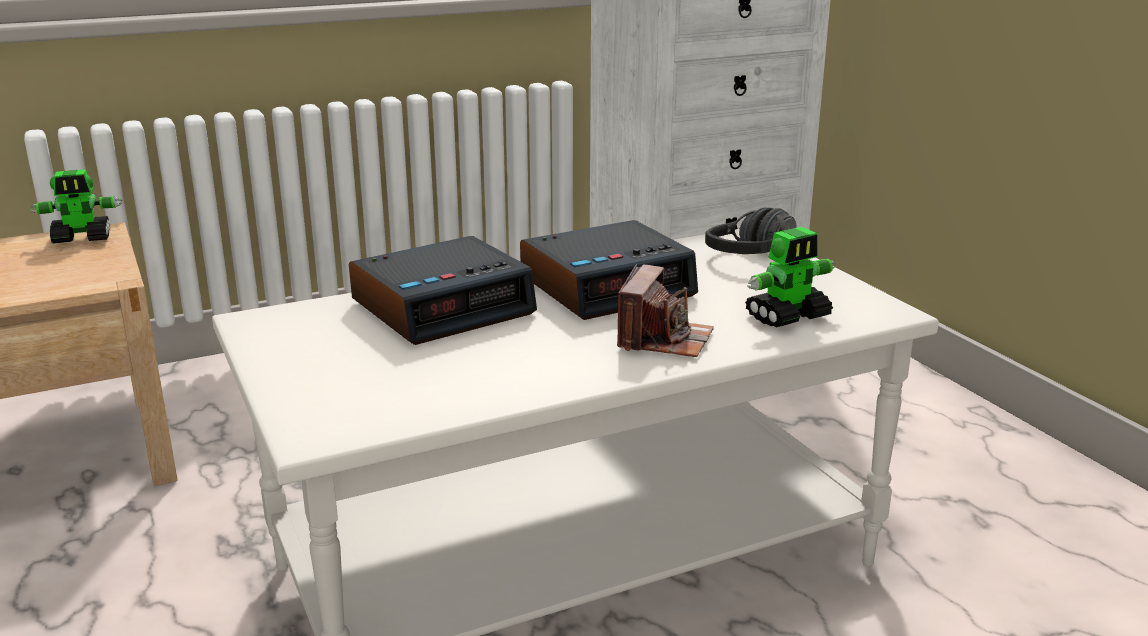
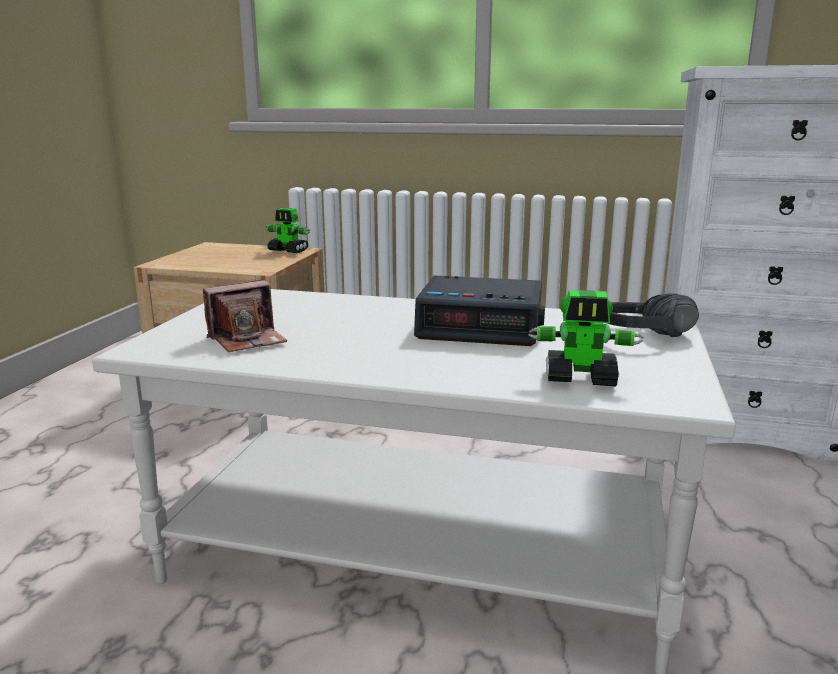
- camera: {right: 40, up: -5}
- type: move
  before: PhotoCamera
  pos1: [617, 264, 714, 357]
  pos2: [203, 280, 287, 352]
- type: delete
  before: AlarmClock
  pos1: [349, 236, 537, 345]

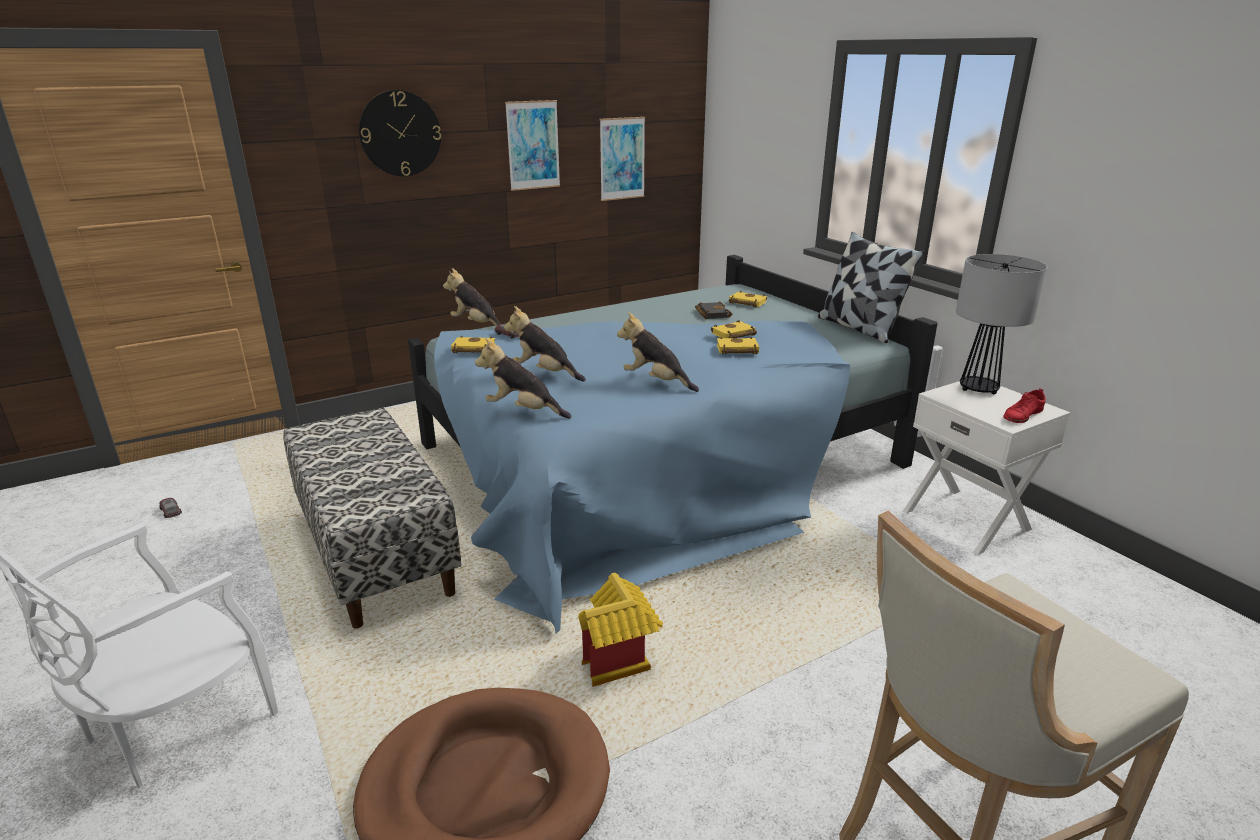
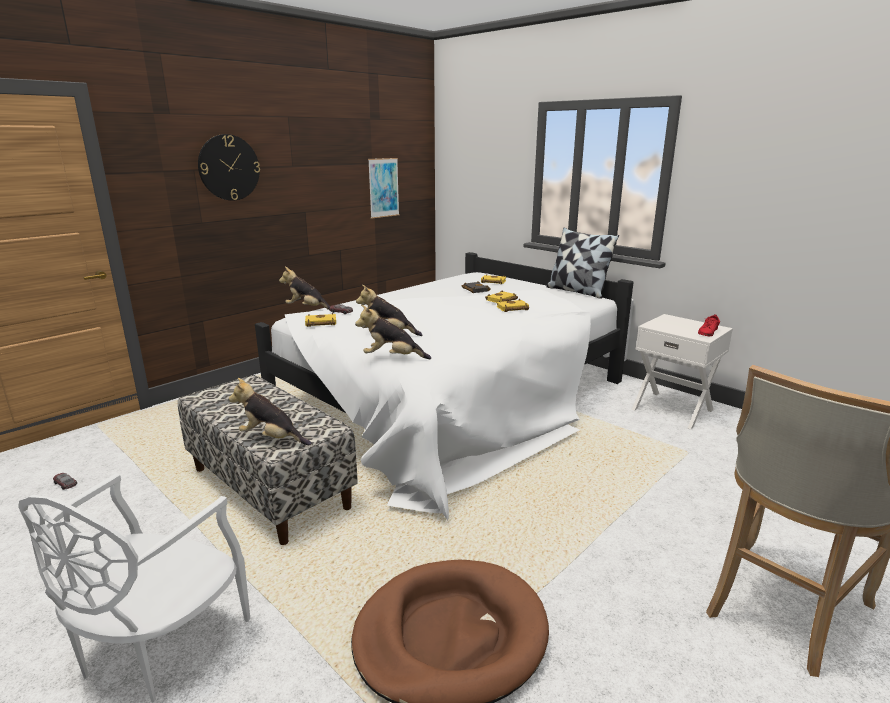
- camera: {right: -15, up: -5}
- type: move
  before: PlushToy
  pos1: [617, 312, 699, 392]
  pos2: [229, 378, 311, 445]
- type: recolor
  before: BlueBed
  after: WhiteBed
  pos1: [408, 255, 938, 633]
  pos2: [255, 252, 634, 520]
- type: delete
  before: Picture
  pos1: [505, 100, 560, 191]
- type: delete
  before: ToyHouse
  pos1: [578, 573, 663, 687]
- type: delete
  before: TableLamp
  pos1: [956, 254, 1047, 394]

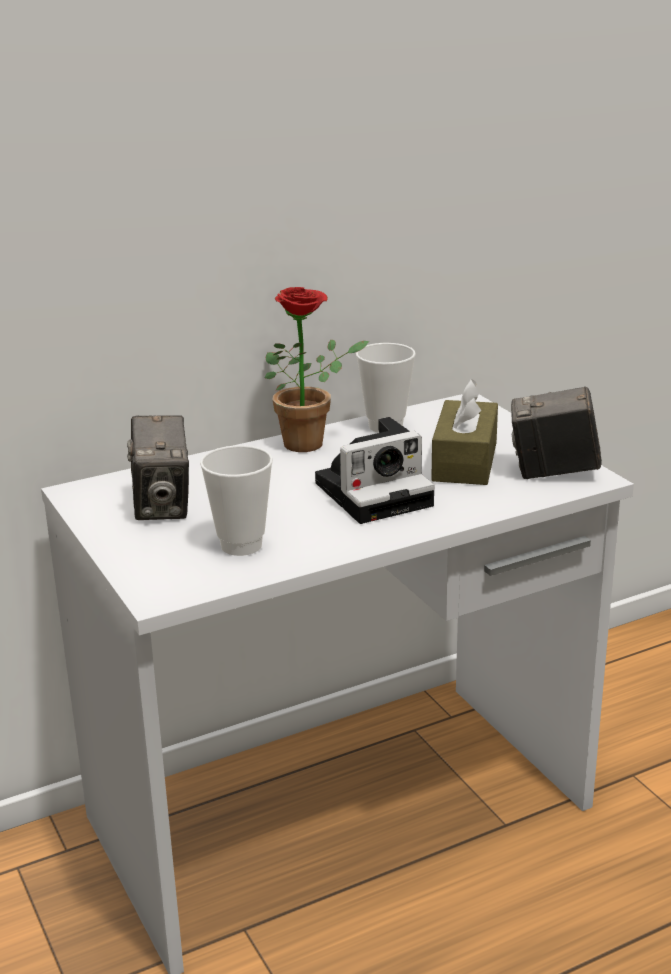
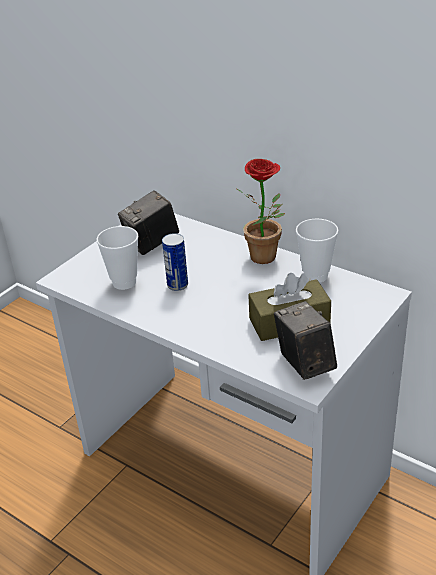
- camera: {right: 65, up: 10}
- type: insert
  after: Can
  pos2: [162, 233, 188, 291]
- type: delete
  before: PhotoCamera
  pos1: [315, 417, 435, 524]

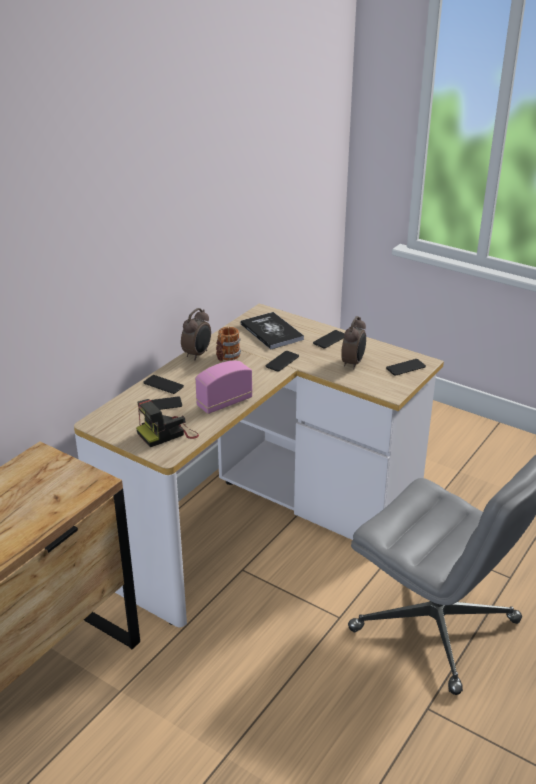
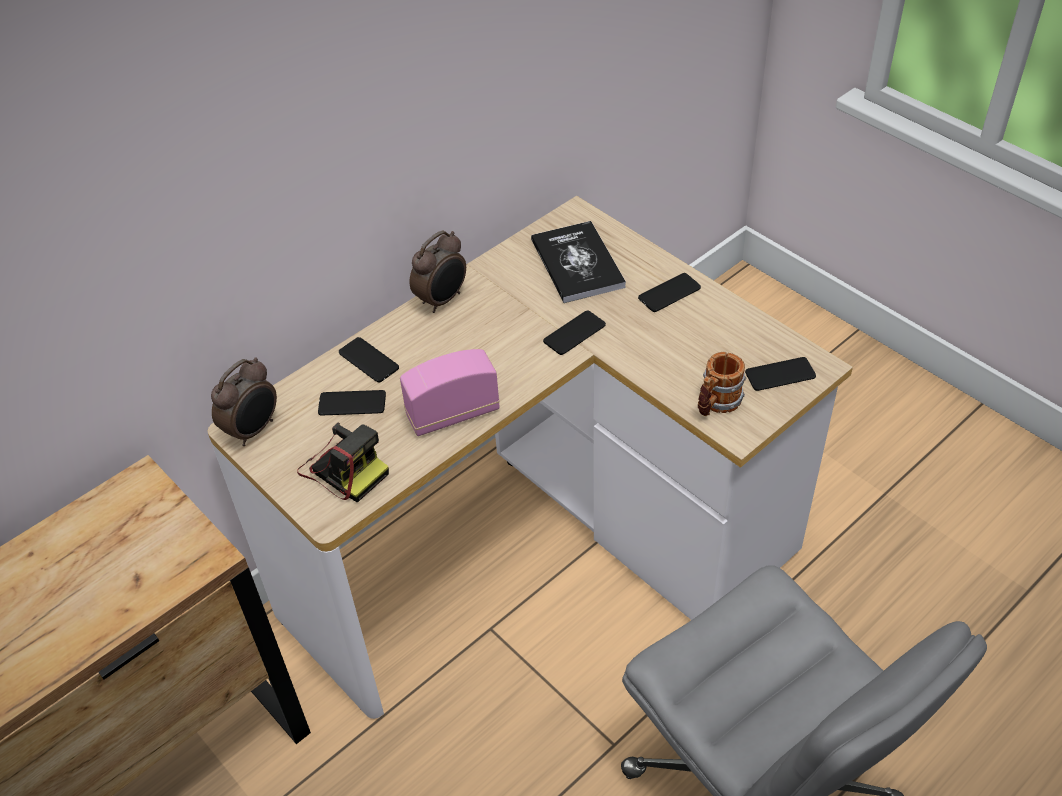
- camera: {right: 15, up: 15}
- type: move
  before: AlarmClock
  pos1: [341, 316, 366, 370]
  pos2: [211, 358, 277, 446]
- type: rotate
  before: PhotoCamera
  pos1: [136, 399, 199, 447]
  pos2: [297, 422, 389, 503]
  turn: -120
- type: move
  before: Mug
  pos1: [216, 327, 241, 362]
  pos2: [698, 352, 746, 416]

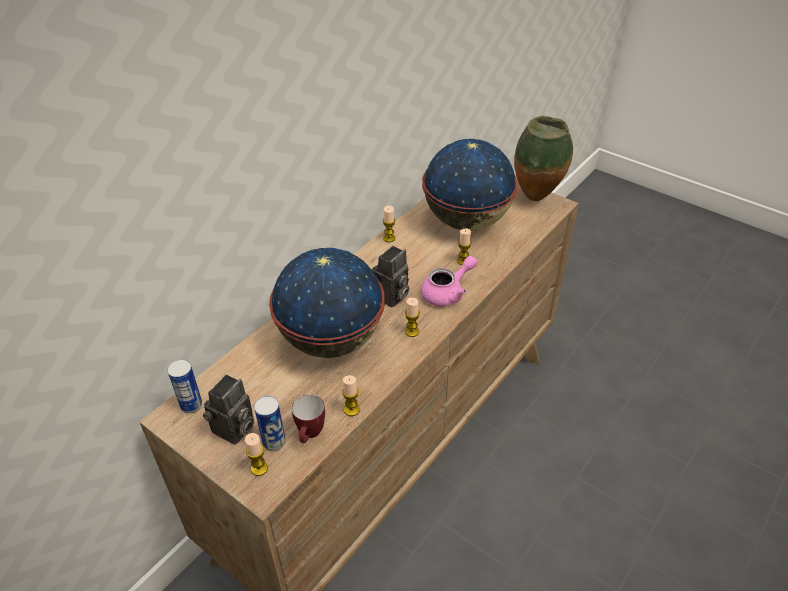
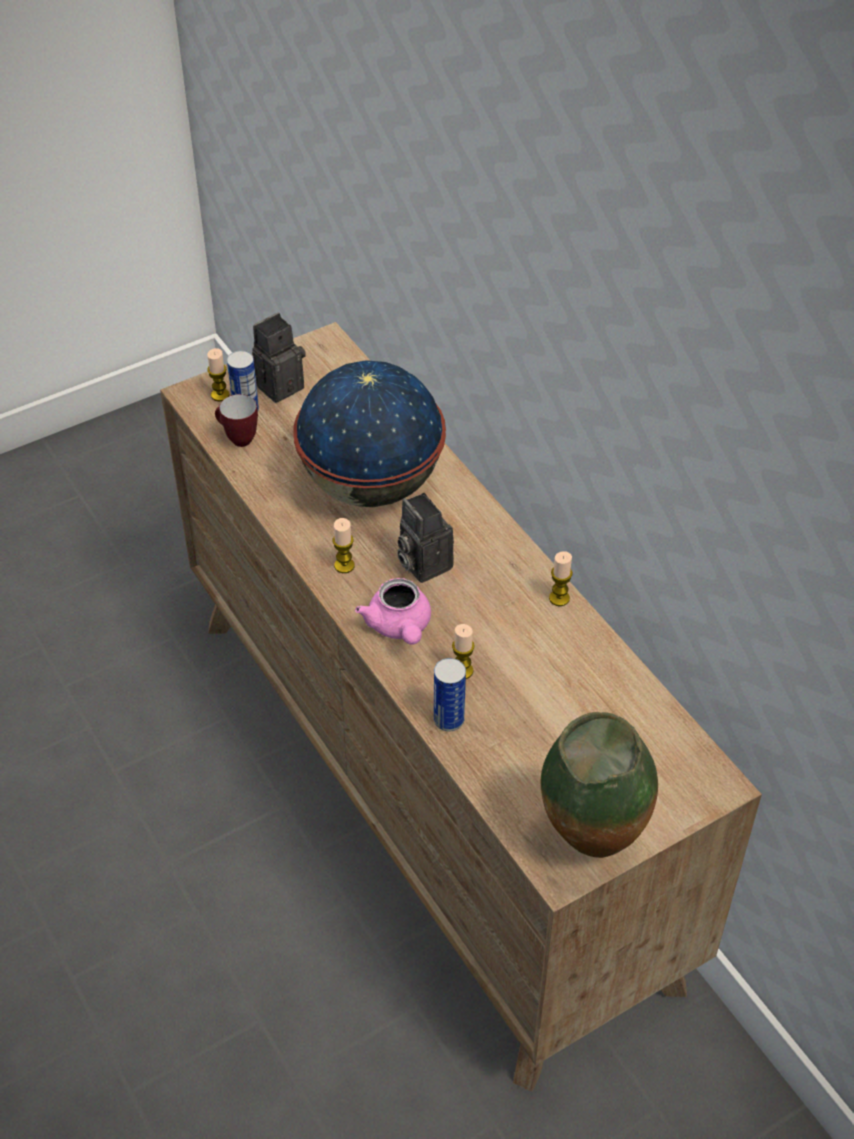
- camera: {right: 110, up: 5}
- type: rotate
  before: PhotoCamera
  pos1: [203, 374, 254, 445]
  pos2: [252, 313, 306, 403]
  turn: 90
- type: move
  before: Can
  pos1: [167, 359, 202, 413]
  pos2: [434, 658, 466, 731]
- type: delete
  before: Candle
  pos1: [342, 375, 360, 416]
- type: delete
  before: Globe
  pos1: [422, 139, 518, 231]

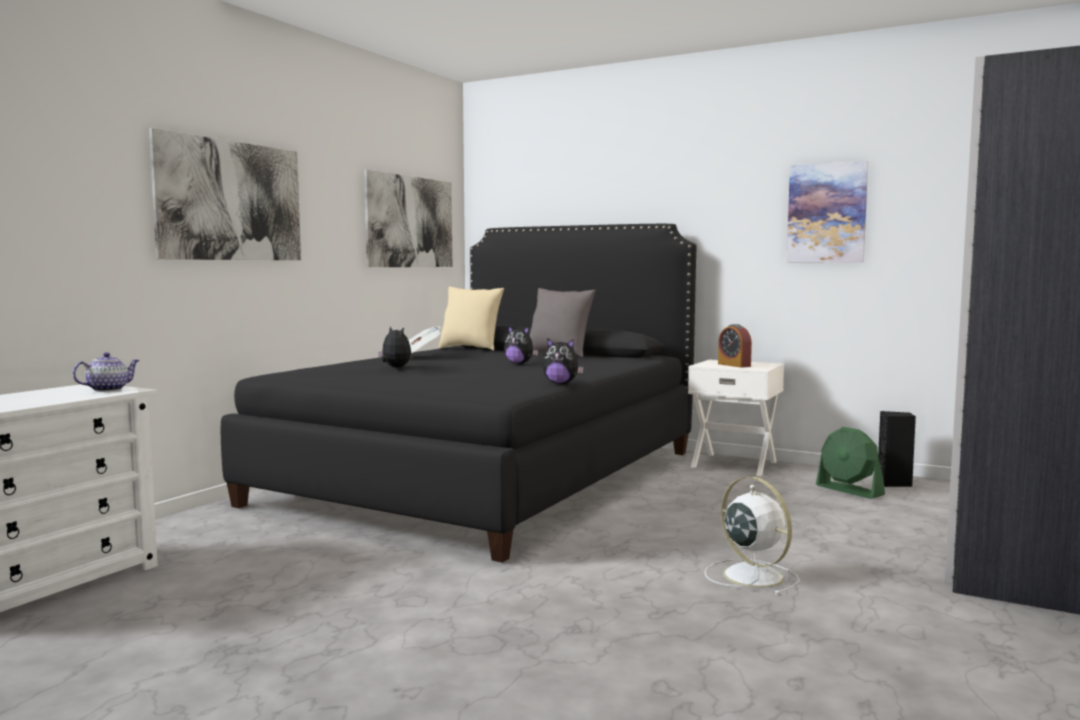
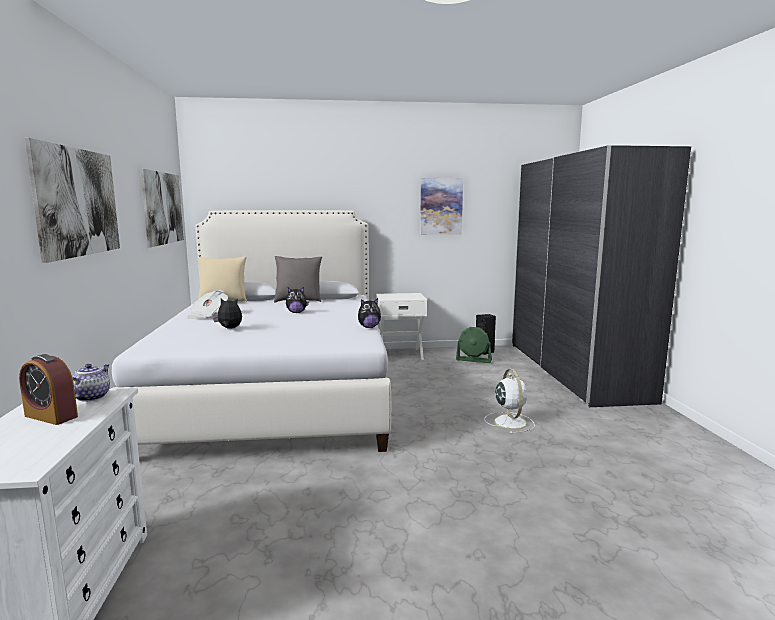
- camera: {right: -35, up: 5}
- type: move
  before: AlarmClock
  pos1: [718, 324, 752, 368]
  pos2: [19, 354, 78, 425]
- type: recolor
  before: BlackBed
  after: WhiteBed
  pos1: [221, 224, 696, 563]
  pos2: [111, 210, 391, 452]
- type: rotate
  before: WhiteFan
  pos1: [704, 477, 800, 595]
  pos2: [485, 369, 535, 434]
  turn: 60

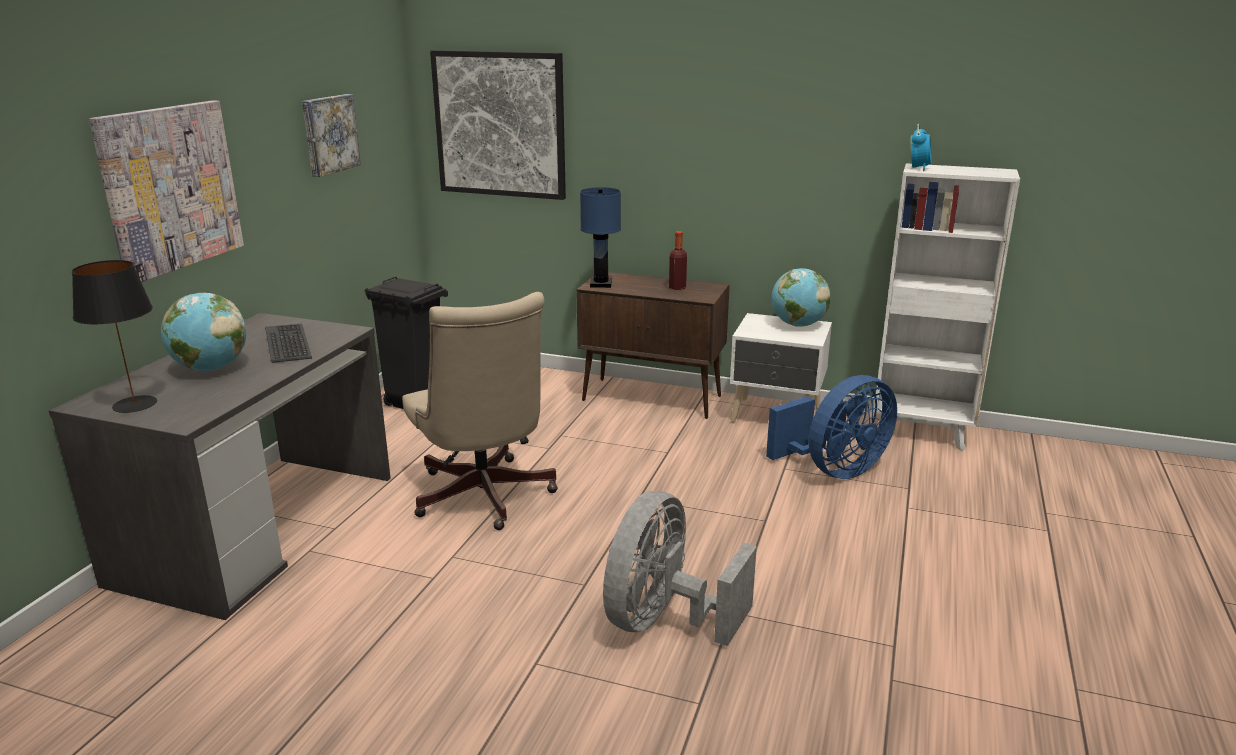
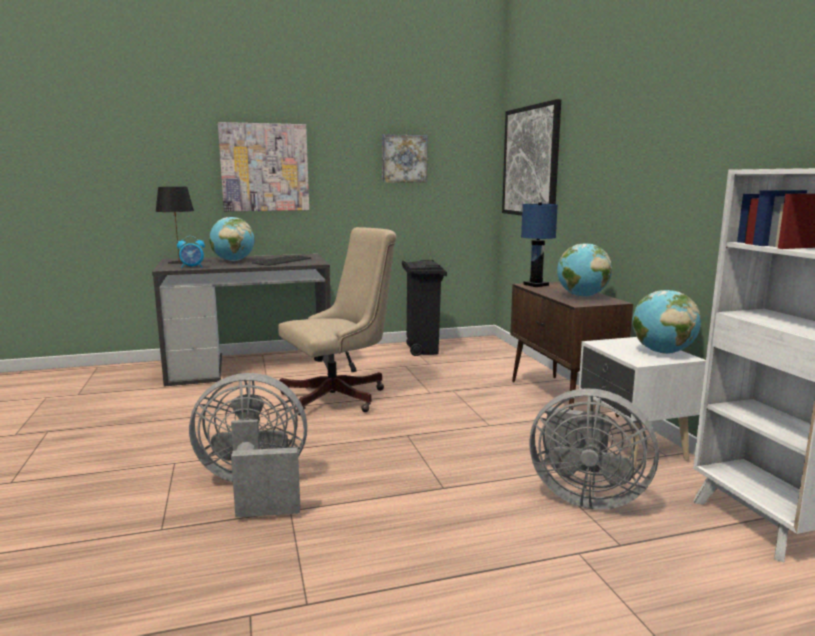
- camera: {right: 55, up: -10}
- type: move
  before: AlarmClock
  pos1: [911, 124, 931, 171]
  pos2: [177, 236, 205, 268]
- type: rotate
  before: BeigeOfficeChair
  pos1: [402, 292, 558, 530]
  pos2: [278, 227, 397, 416]
  turn: -150
- type: recolor
  before: BlueFan
  after: GreyFan
  pos1: [766, 375, 897, 479]
  pos2: [529, 388, 659, 510]
- type: replace
  before: Bottle
  after: Globe
  pos1: [669, 231, 687, 290]
  pos2: [557, 243, 612, 297]

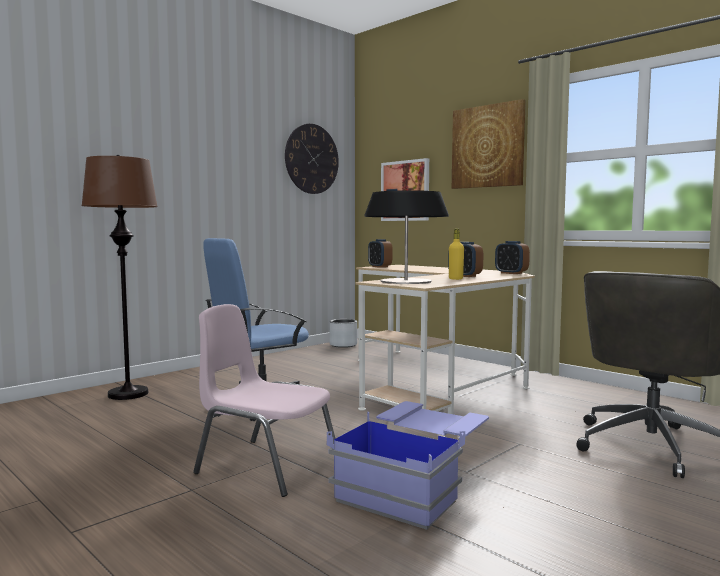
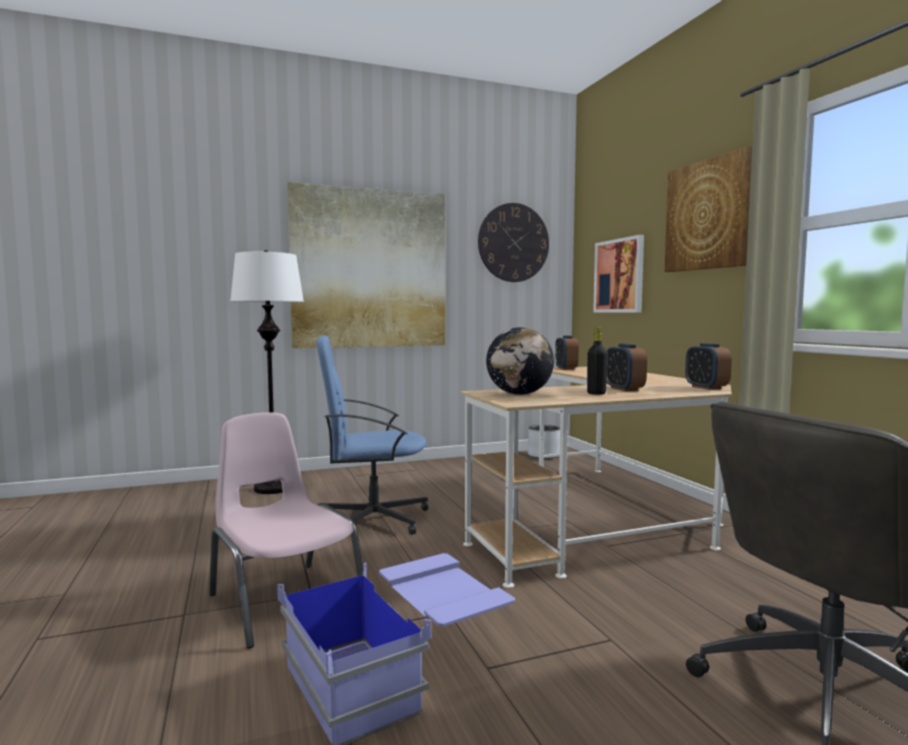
- camera: {right: 25, up: 0}
- type: recolor
  before: BrownFloorLamp
  after: WhiteFloorLamp
  pos1: [81, 155, 158, 400]
  pos2: [230, 250, 304, 494]
- type: insert
  after: Picture
  pos2: [287, 182, 445, 348]
- type: replace
  before: TableLamp
  after: Globe
  pos1: [365, 190, 449, 284]
  pos2: [486, 327, 554, 395]
- type: recolor
  before: YellowBottle
  after: BlackBottle
  pos1: [449, 228, 464, 280]
  pos2: [587, 327, 608, 395]

